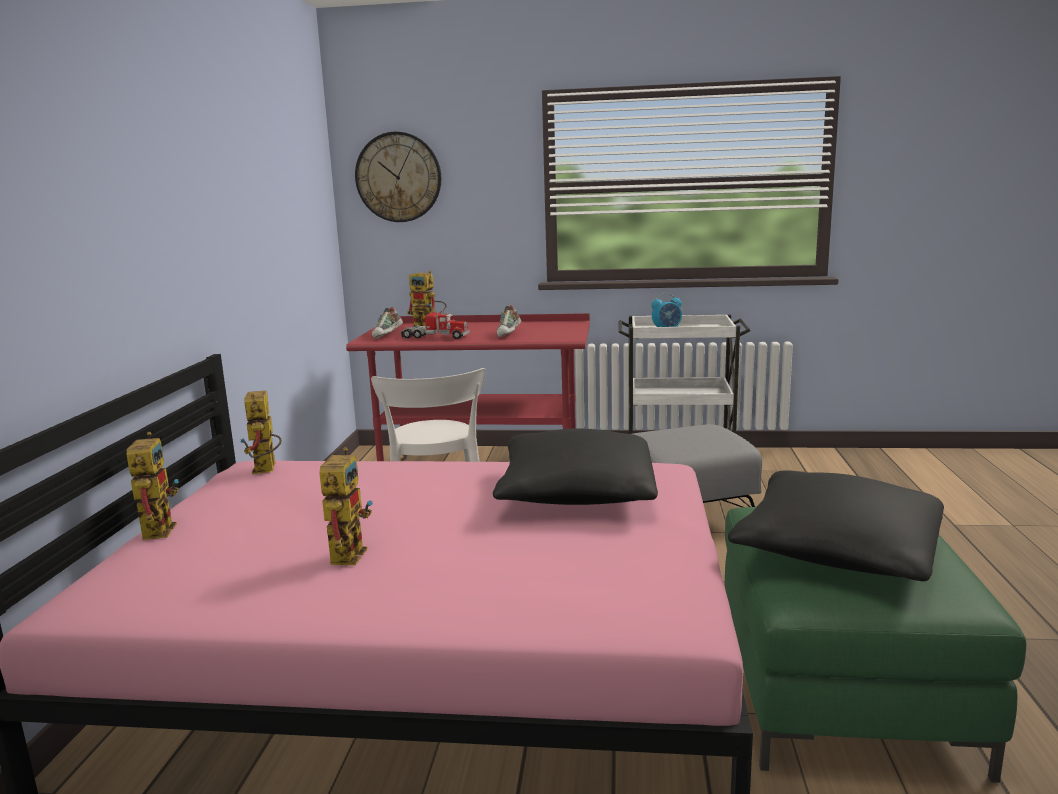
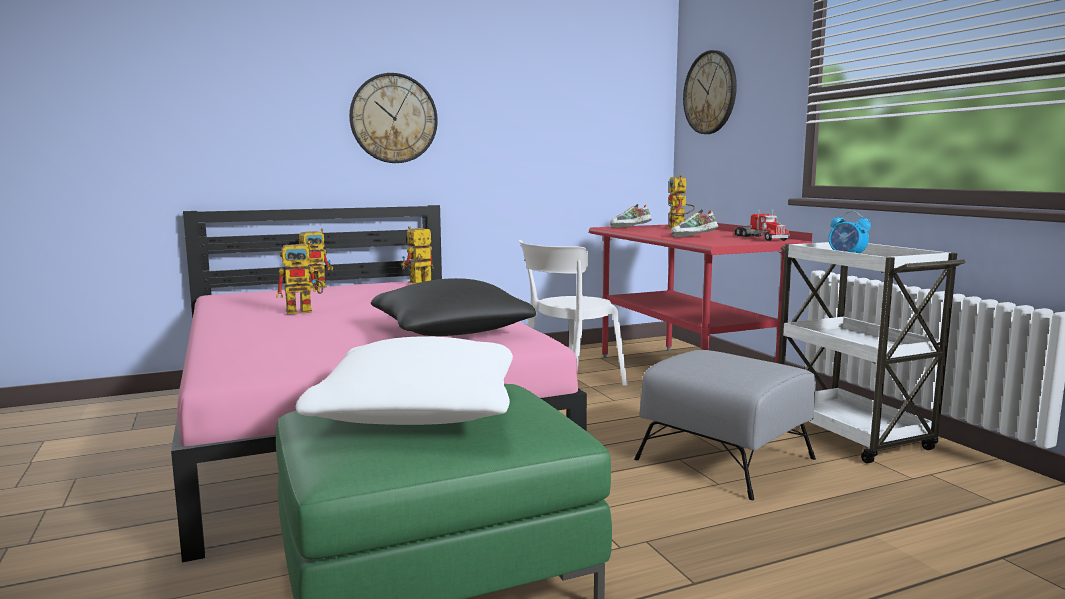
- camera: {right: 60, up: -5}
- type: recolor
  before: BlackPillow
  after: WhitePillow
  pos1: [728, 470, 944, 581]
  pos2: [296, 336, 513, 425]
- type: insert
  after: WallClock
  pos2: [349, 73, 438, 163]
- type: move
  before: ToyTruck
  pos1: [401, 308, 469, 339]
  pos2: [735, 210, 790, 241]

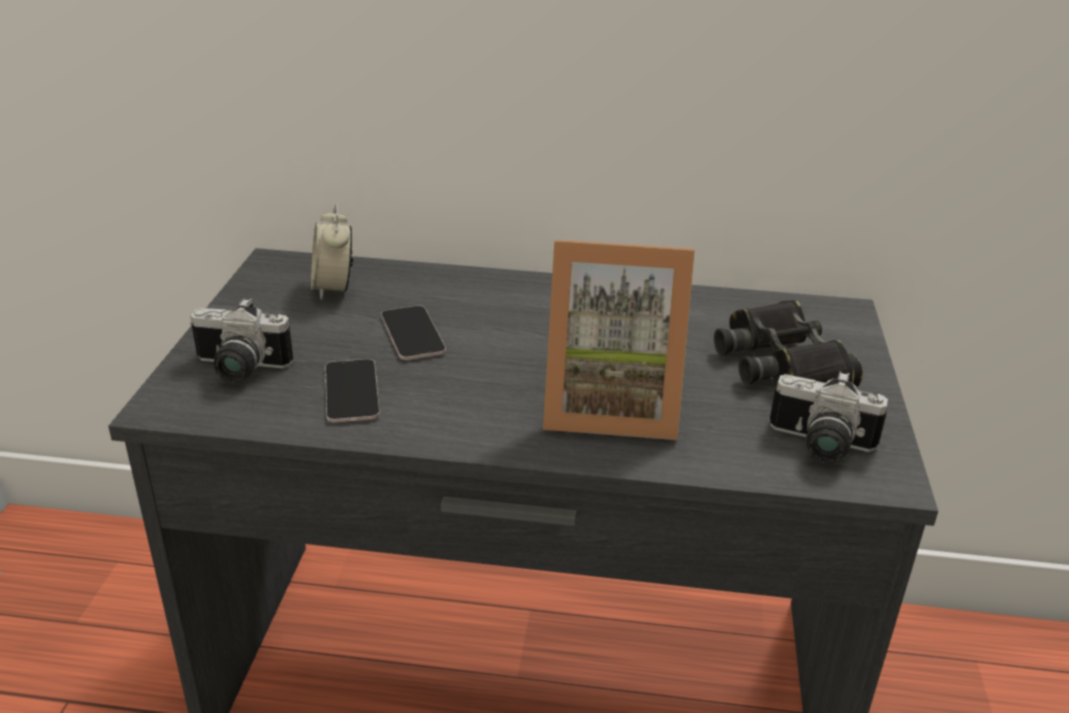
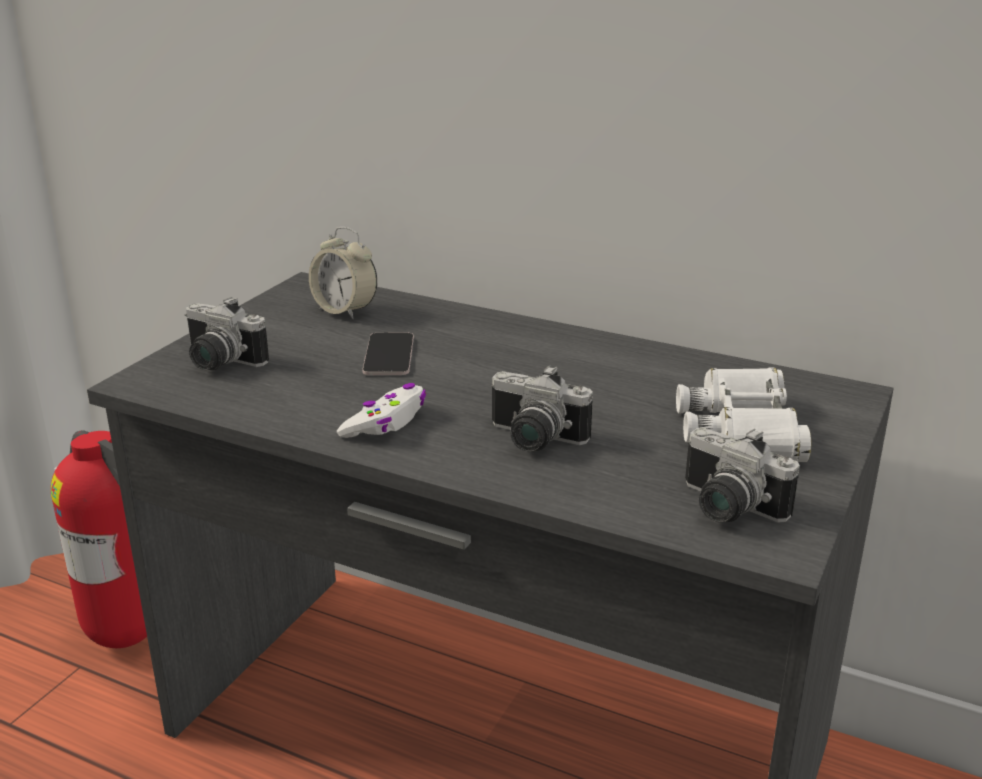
- camera: {right: 20, up: -5}
- type: insert
  after: FireExtinguisher
  pos2: [51, 430, 147, 648]
- type: rotate
  before: AlarmClock
  pos1: [311, 204, 353, 300]
  pos2: [309, 227, 377, 319]
  turn: -60
- type: insert
  after: WhiteGameController
  pos2: [337, 383, 426, 438]
- type: replace
  before: PictureFrame
  after: PhotoCamera
  pos1: [543, 240, 695, 440]
  pos2: [491, 365, 593, 452]
- type: recolor
  before: BlackBinoculars
  after: WhiteBinoculars
  pos1: [714, 300, 863, 387]
  pos2: [676, 367, 811, 462]
- type: delete
  before: Phone
  pos1: [325, 359, 380, 423]

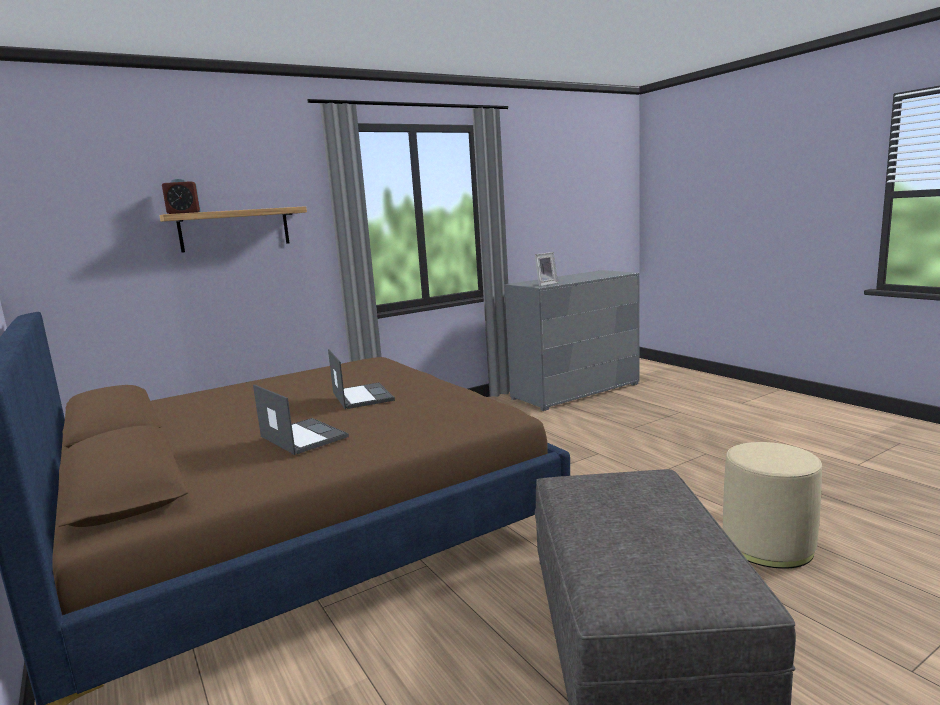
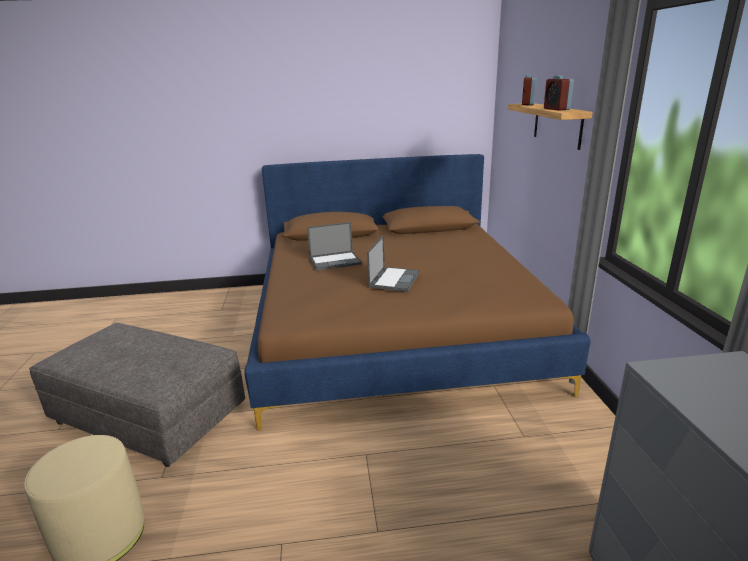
- camera: {right: 115, up: 10}
- type: rotate
  before: Laptop
  pos1: [328, 349, 395, 409]
  pos2: [367, 235, 420, 292]
  turn: -75
- type: insert
  after: AlarmClock
  pos2: [544, 75, 574, 111]
- type: delete
  before: PictureFrame
  pos1: [534, 252, 558, 286]

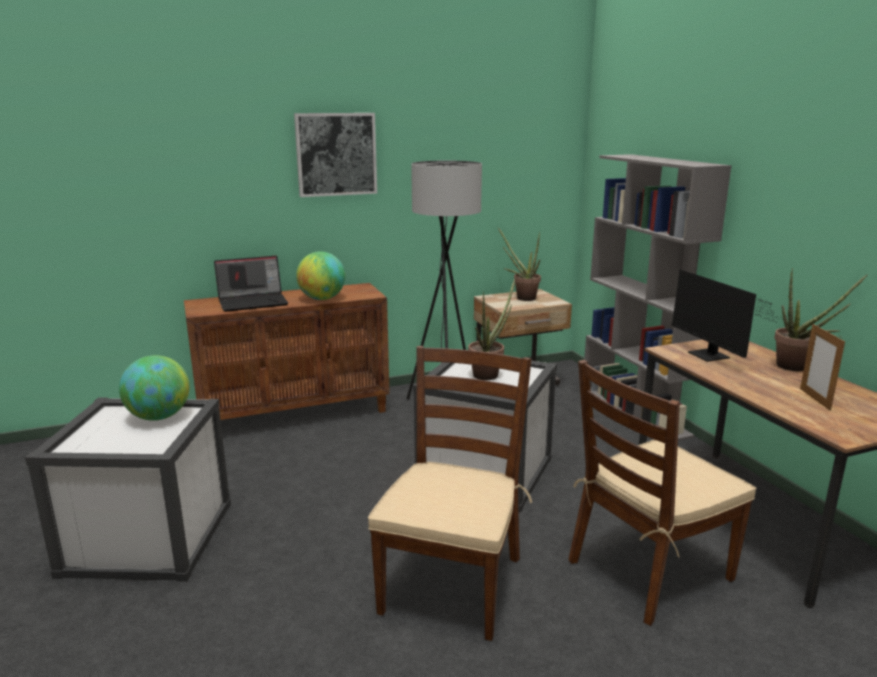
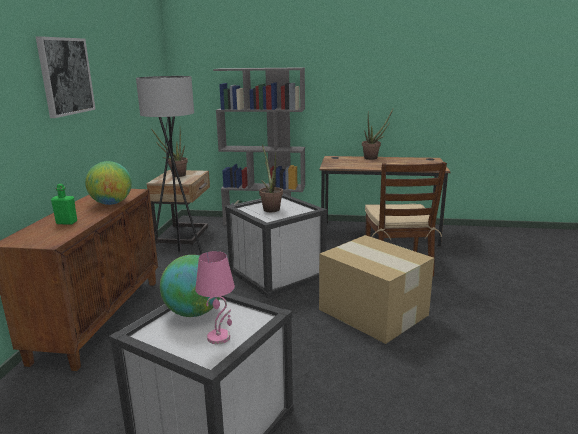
- camera: {right: -60, up: 0}
- type: replace
  before: Laptop
  after: GreenBottle
  pos1: [214, 256, 288, 312]
  pos2: [51, 184, 77, 225]
- type: insert
  after: PinkTableLamp
  pos2: [195, 251, 235, 344]
- type: replace
  before: BrownChair
  after: CardboardBox
  pos1: [368, 346, 532, 641]
  pos2: [319, 235, 434, 344]
- type: delete
  before: Monitor
  pos1: [671, 269, 783, 362]
- type: delete
  before: PictureFrame
  pos1: [800, 324, 845, 411]

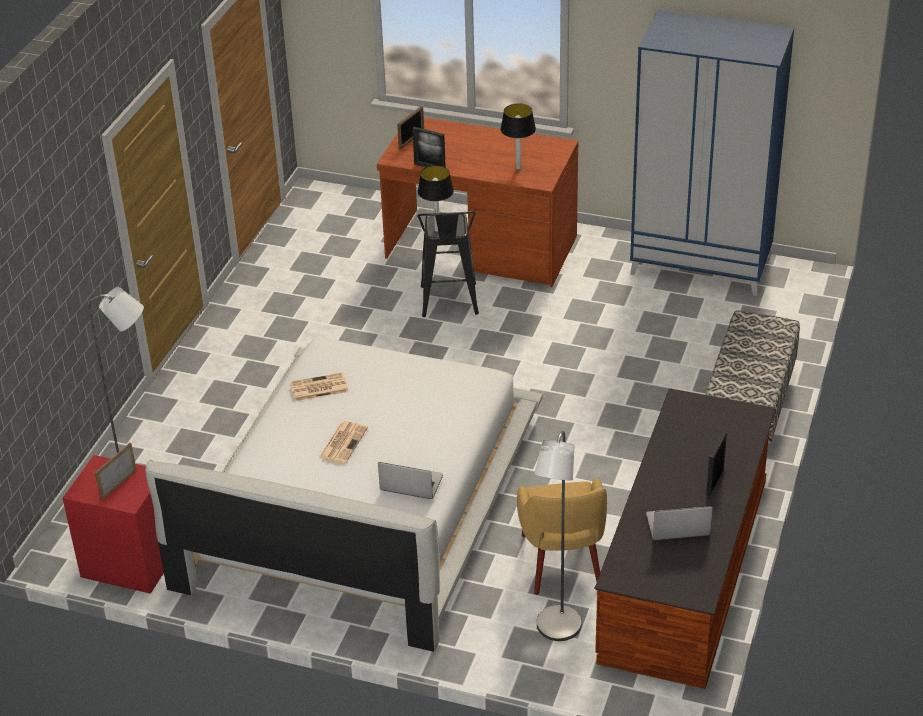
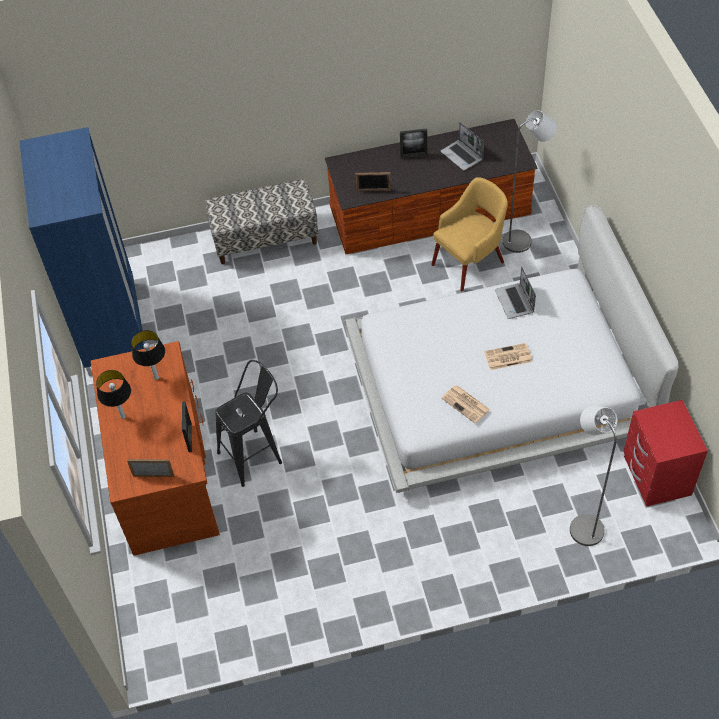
- camera: {right: -120, up: 15}
- type: move
  before: TableLamp
  pos1: [418, 165, 454, 232]
  pos2: [96, 370, 131, 419]
- type: move
  before: PictureFrame
  pos1: [95, 443, 137, 500]
  pos2: [355, 172, 391, 191]

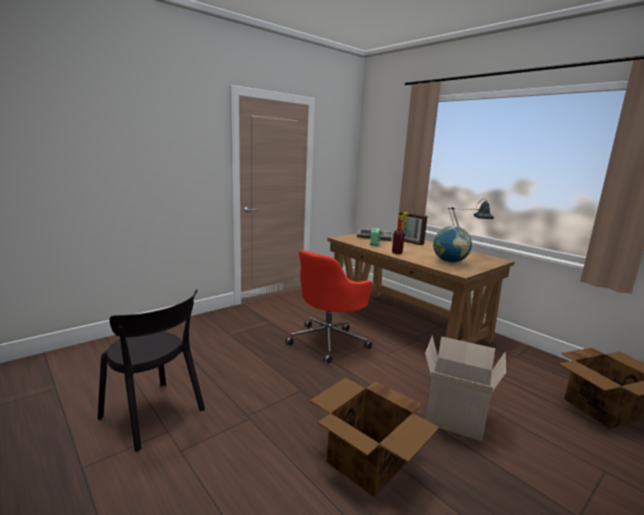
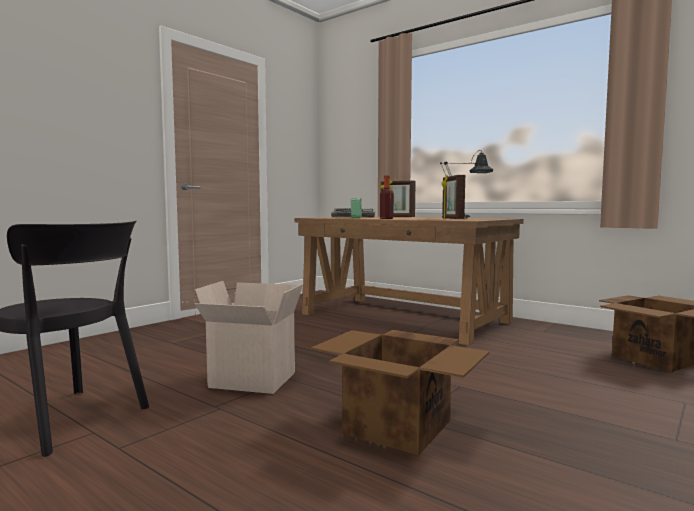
- camera: {right: -10, up: -10}
- type: move
  before: CardboardBox
  pos1: [425, 336, 506, 441]
  pos2: [194, 281, 303, 394]
- type: replace
  before: Globe
  after: PictureFrame
  pos1: [433, 226, 472, 263]
  pos2: [442, 175, 465, 219]
- type: delete
  before: RedOfficeChair
  pos1: [285, 250, 373, 364]

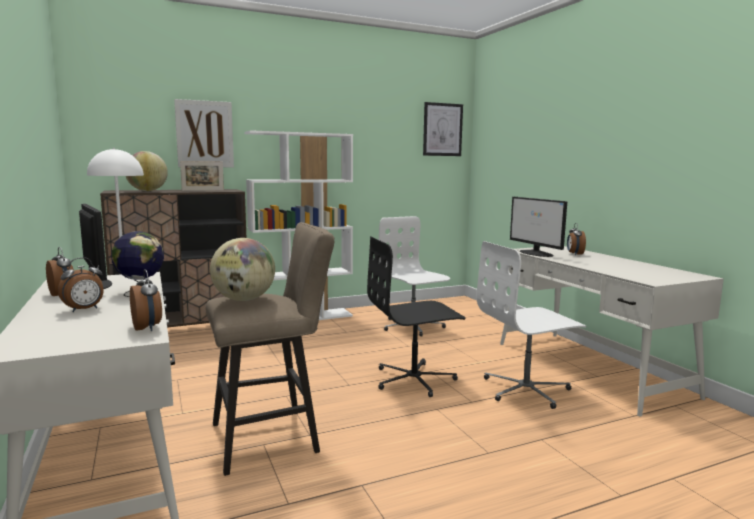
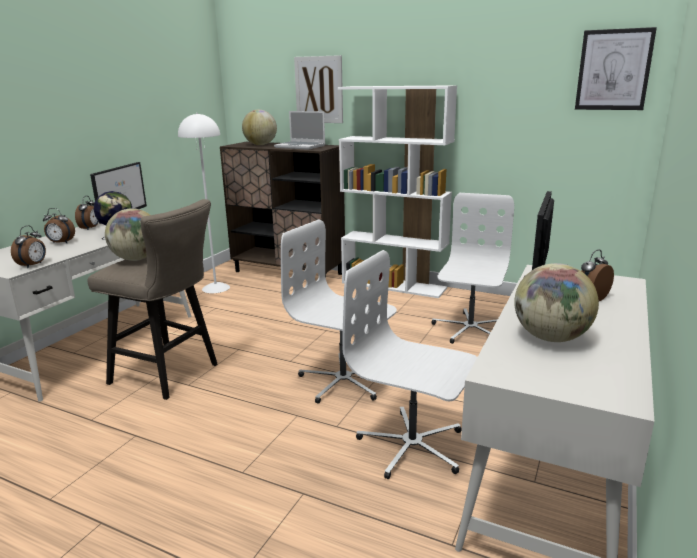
- camera: {right: 50, up: 10}
- type: replace
  before: PictureFrame
  after: Laptop
  pos1: [180, 161, 224, 191]
  pos2: [274, 111, 325, 150]
- type: recolor
  before: BlackOfficeChair
  after: WhiteOfficeChair
  pos1: [367, 237, 465, 397]
  pos2: [281, 219, 397, 404]
- type: insert
  after: Globe
  pos2: [514, 263, 599, 342]

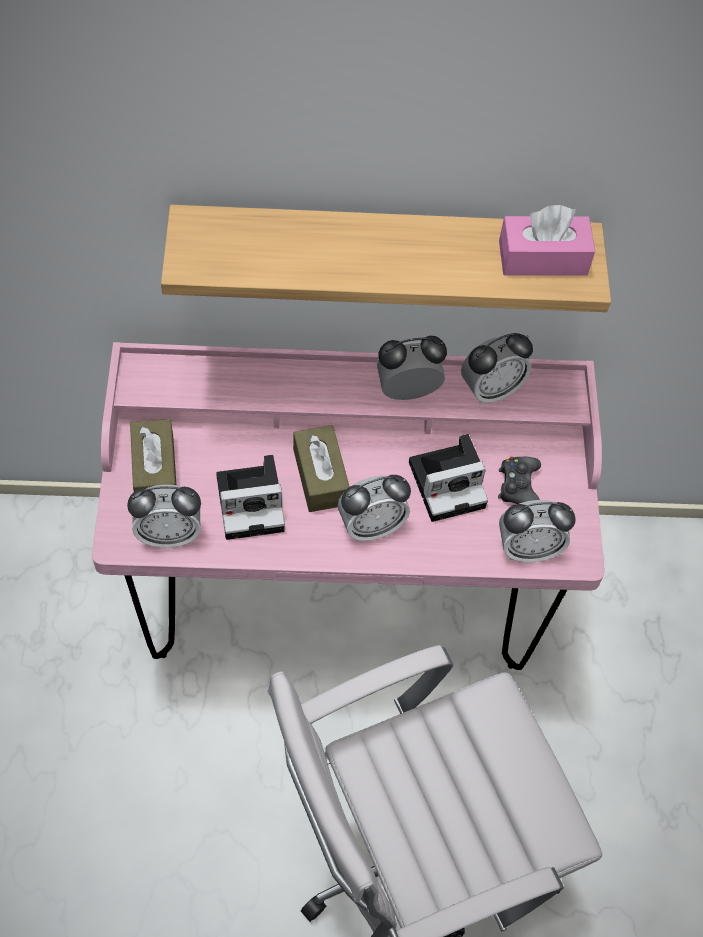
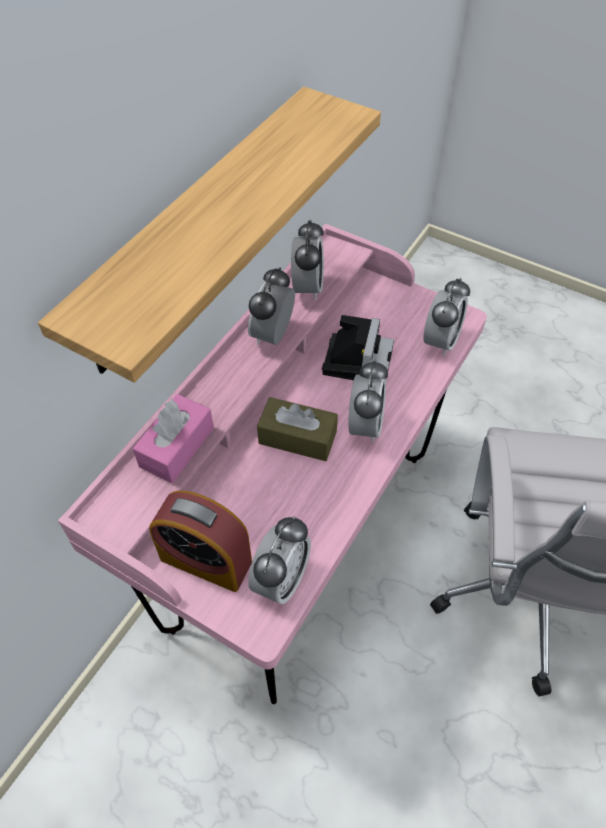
- camera: {right: -55, up: -5}
- type: move
  before: PinkTissueBox
  pos1: [499, 205, 595, 275]
  pos2: [133, 394, 214, 483]
- type: replace
  before: BrownTissueBox
  after: AlarmClock
  pos1: [130, 419, 176, 492]
  pos2: [149, 491, 252, 592]
- type: delete
  before: PhotoCamera
  pos1: [216, 455, 285, 540]
- type: delete
  before: BlackGameController
  pos1: [498, 457, 541, 504]

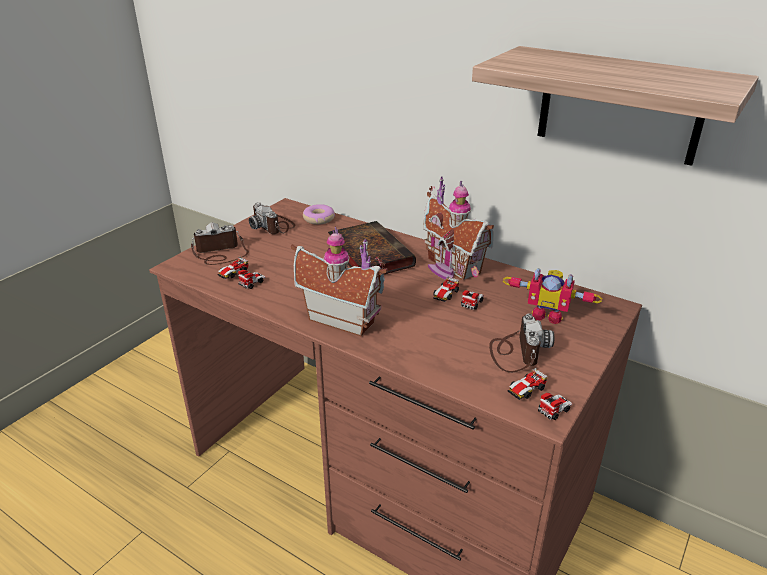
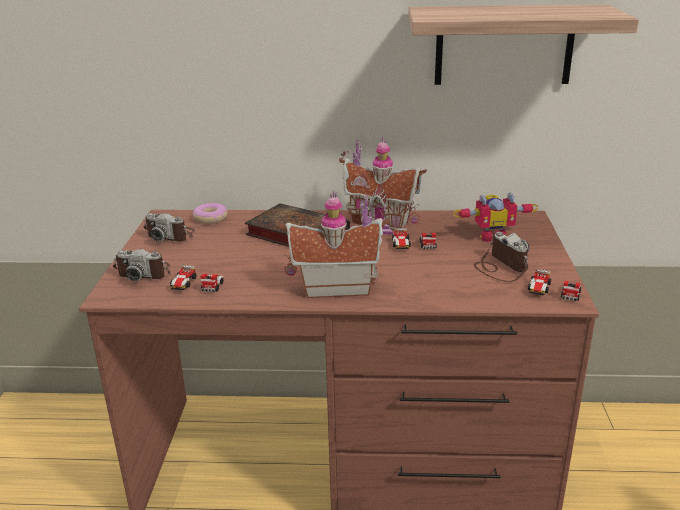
- camera: {right: -30, up: -5}
- type: rotate
  before: PhotoCamera
  pos1: [191, 222, 249, 265]
  pos2: [113, 249, 171, 281]
  turn: -120

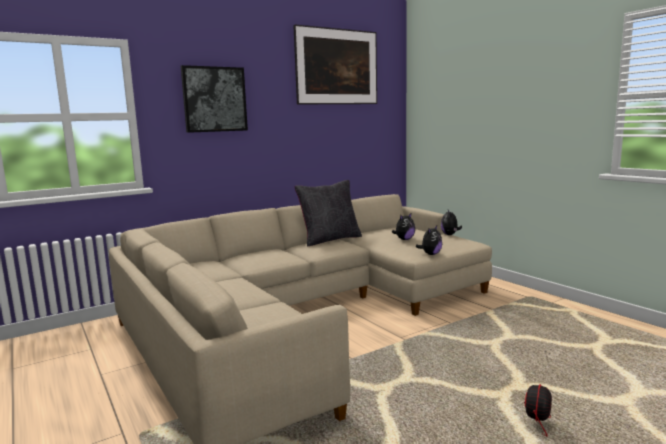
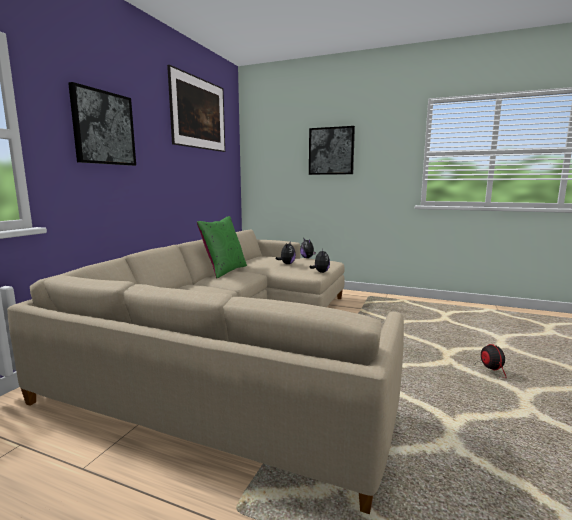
- camera: {right: -35, up: 0}
- type: recolor
  before: BlackPillow
  after: GreenPillow
  pos1: [294, 180, 362, 247]
  pos2: [197, 216, 247, 279]
- type: insert
  after: Picture
  pos2: [309, 126, 355, 175]

